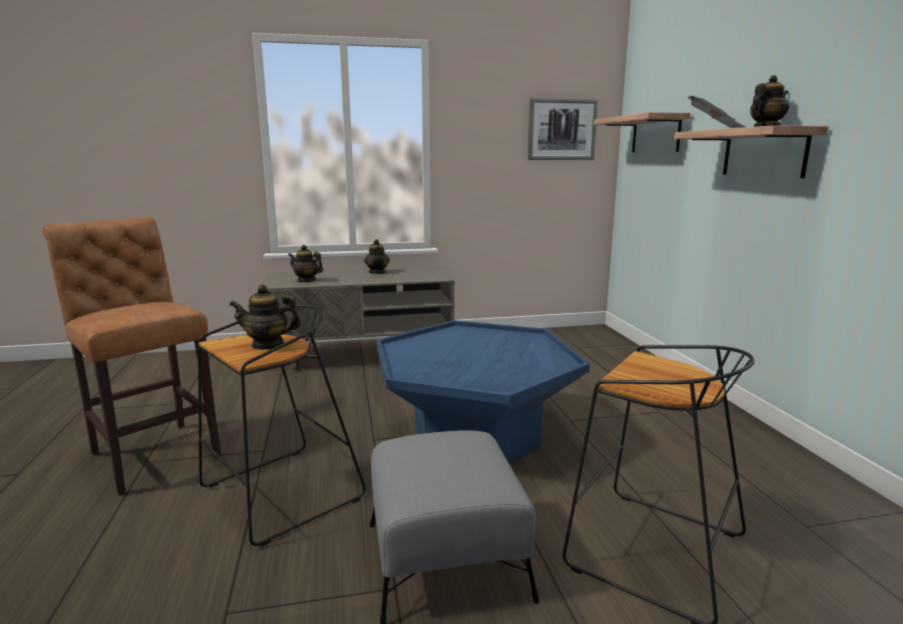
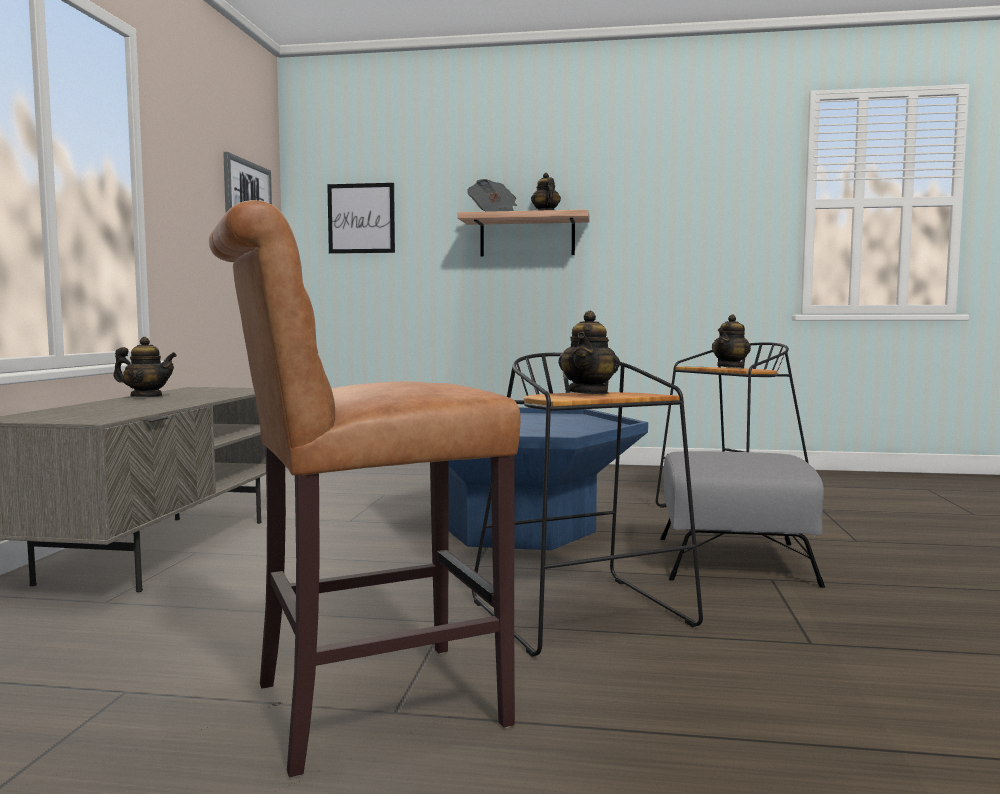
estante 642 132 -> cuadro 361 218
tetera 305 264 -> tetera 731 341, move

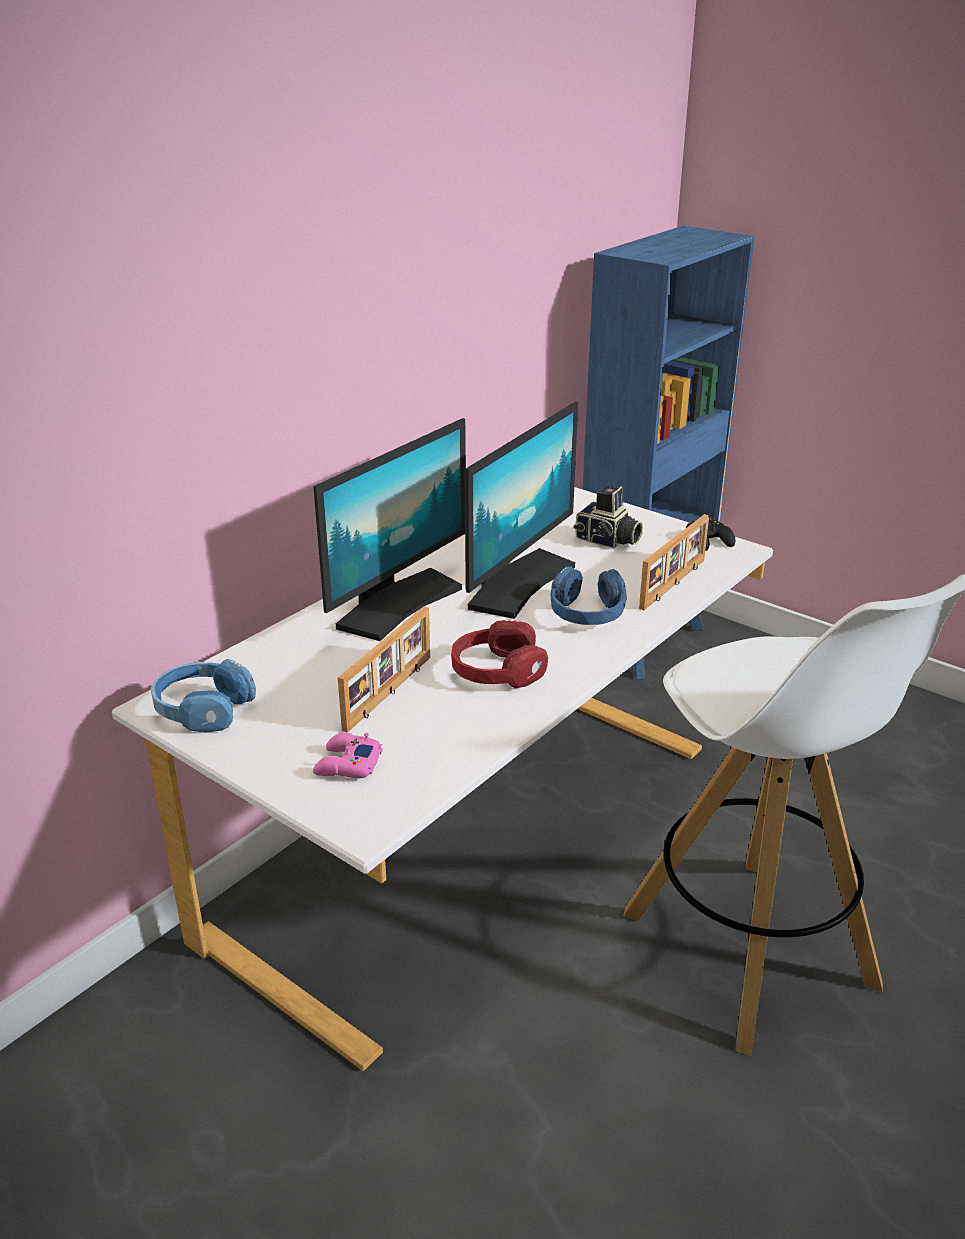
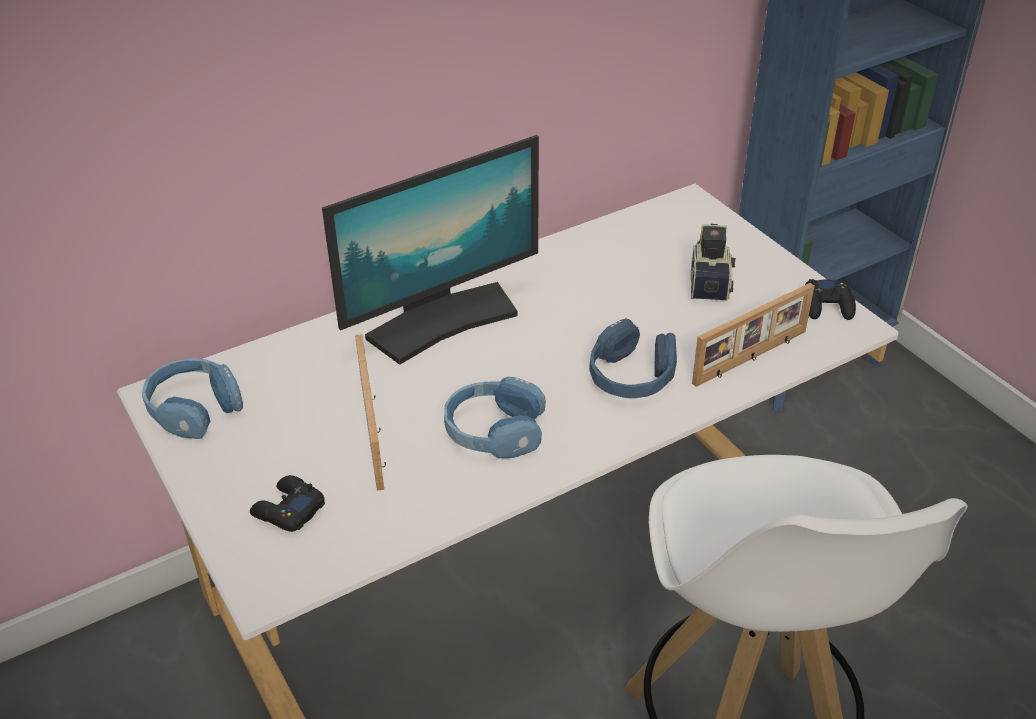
mando de consola/rosa 348 755 -> mando de consola/negro 287 503
portarretratos 384 669 -> portarretratos 370 412, 60 degrees counterclockwise
auriculares/rojo 499 654 -> auriculares/azul 495 417
cámara 608 517 -> cámara 713 262, 135 degrees counterclockwise
monitor 521 510 -> none

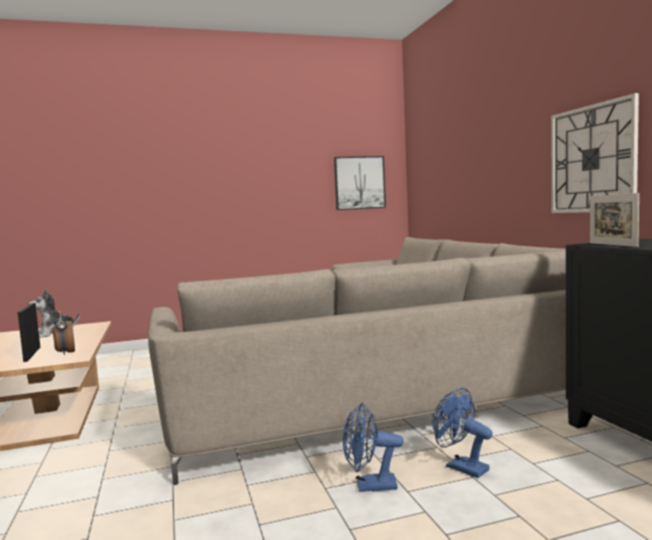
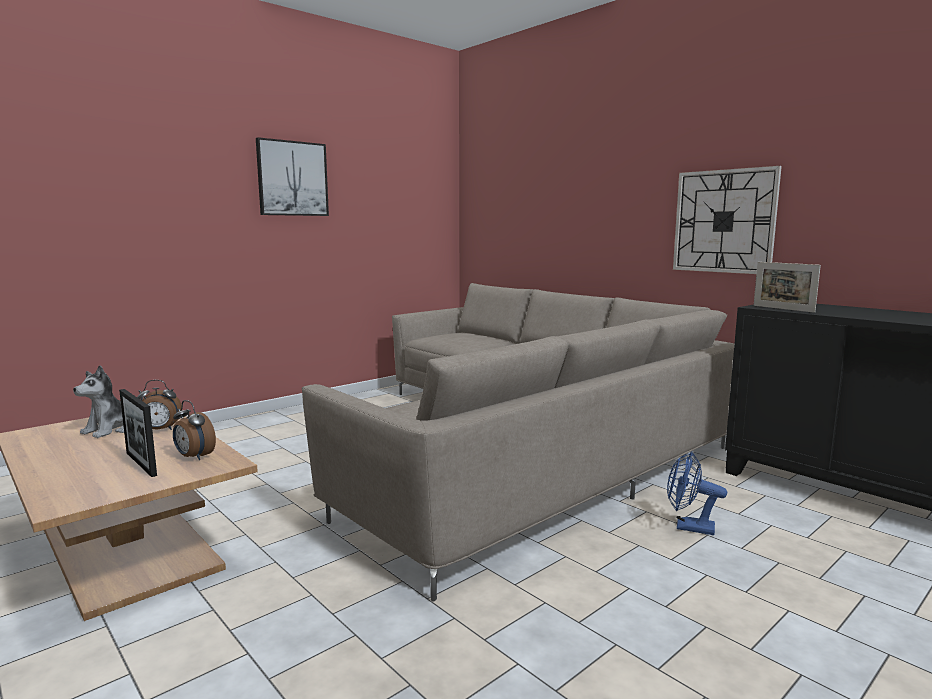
none -> despertador 159 405
cuadro 360 183 -> cuadro 292 176, move
ventilador/azul 373 447 -> none

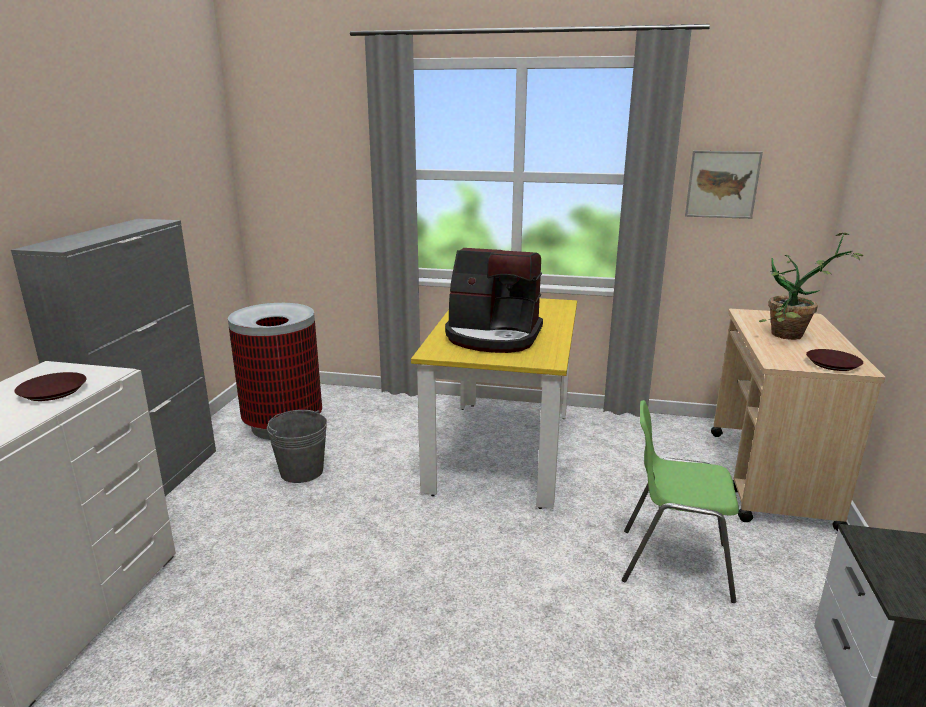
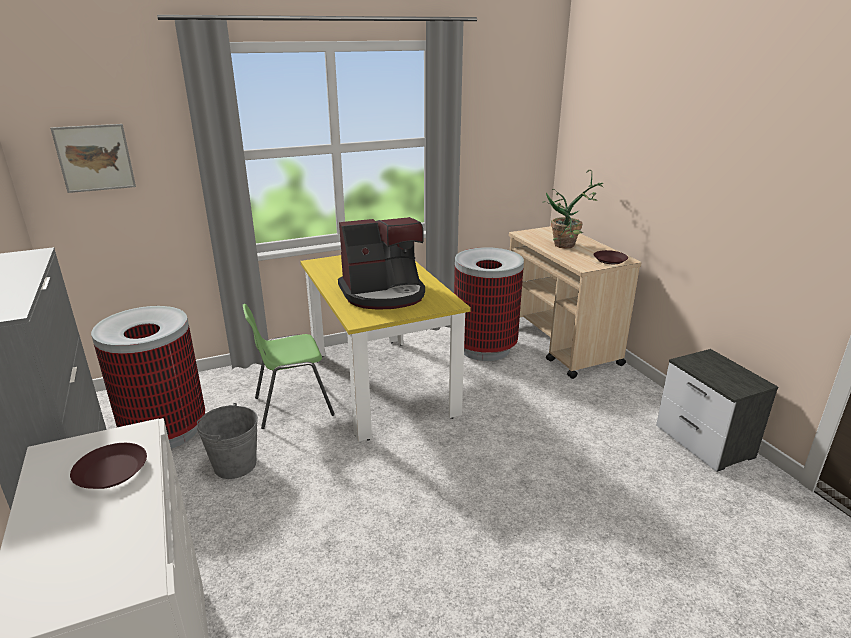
cuadro 724 185 -> cuadro 93 158, move
silla/verde 680 501 -> silla/verde 289 366, move
none -> papelera 489 304

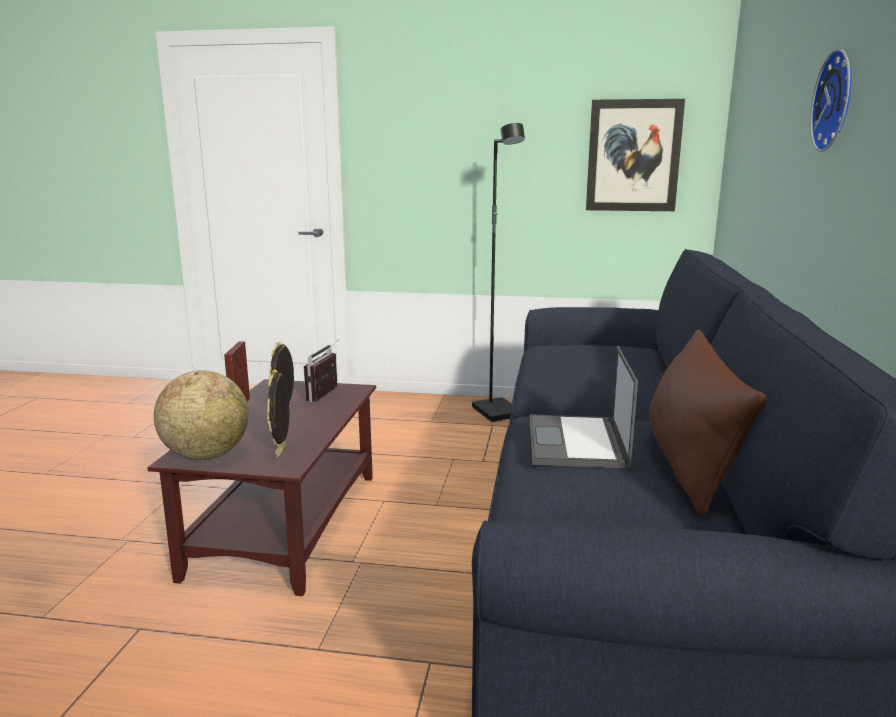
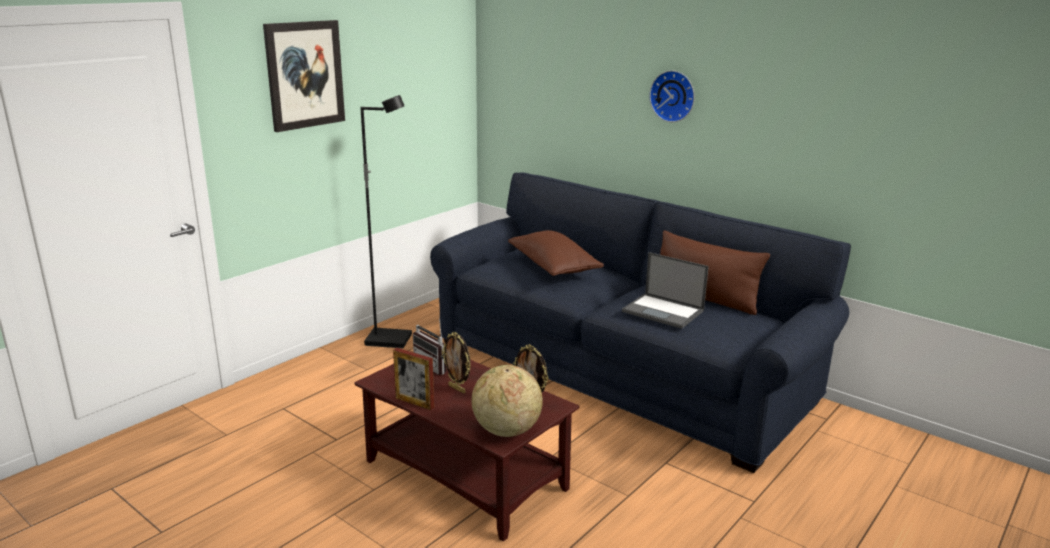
cuadro 635 155 -> cuadro 304 76, move
none -> cojín/marrón 556 253

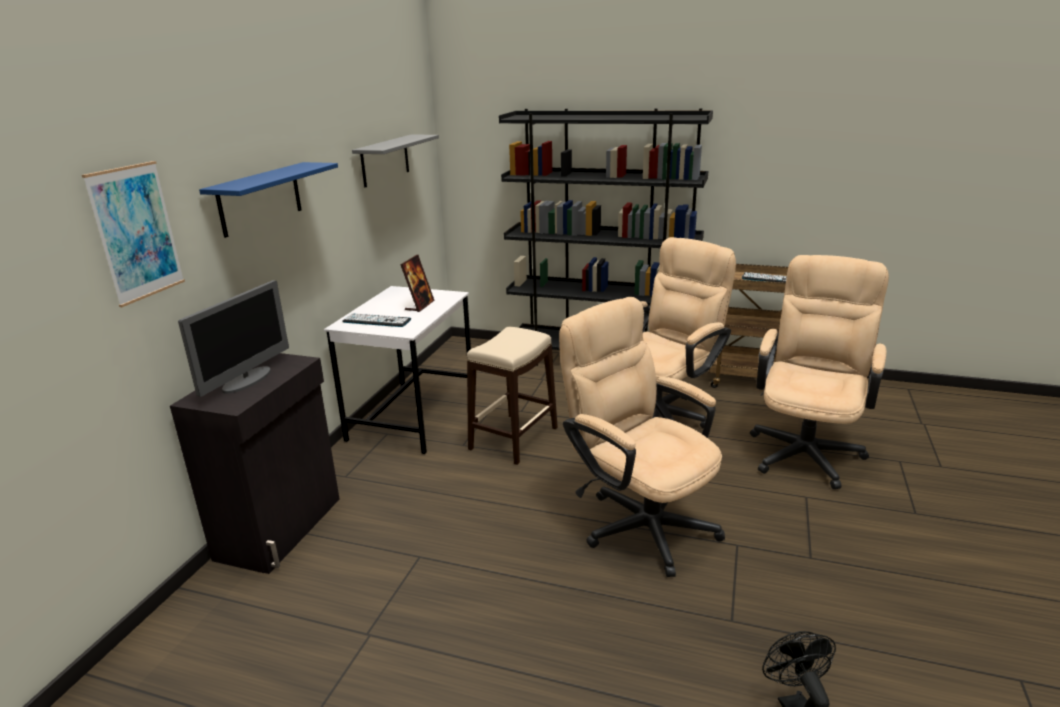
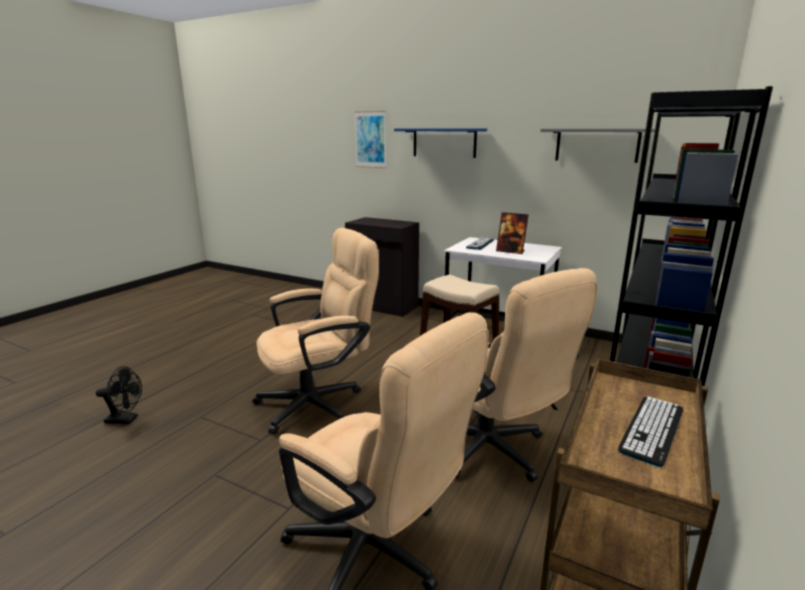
monitor 233 338 -> none

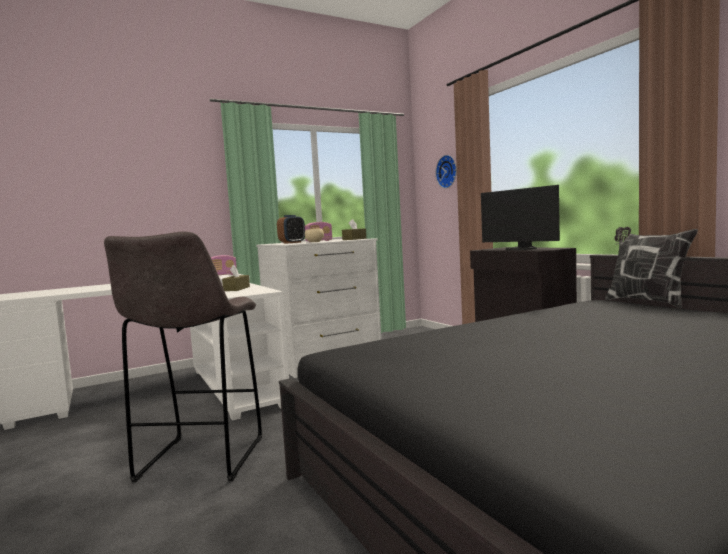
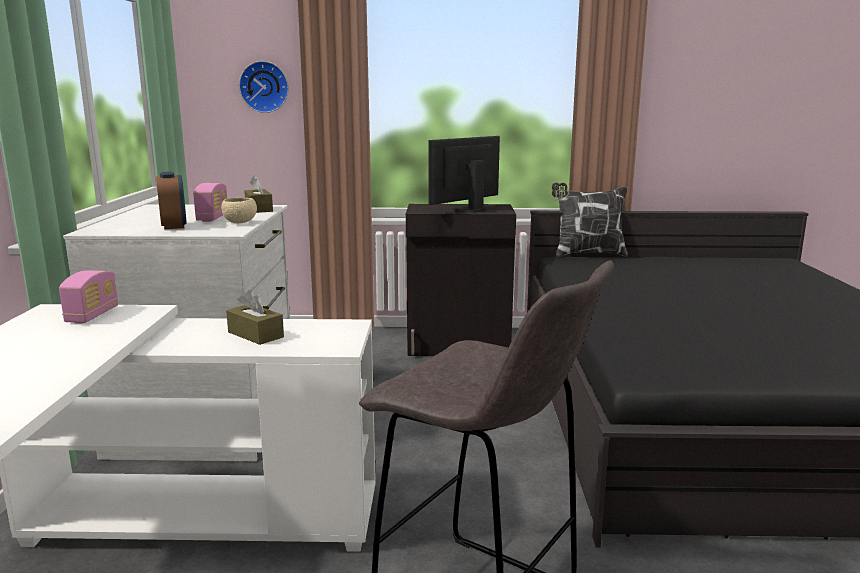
monitor 520 217 -> monitor 464 174, 150 degrees clockwise

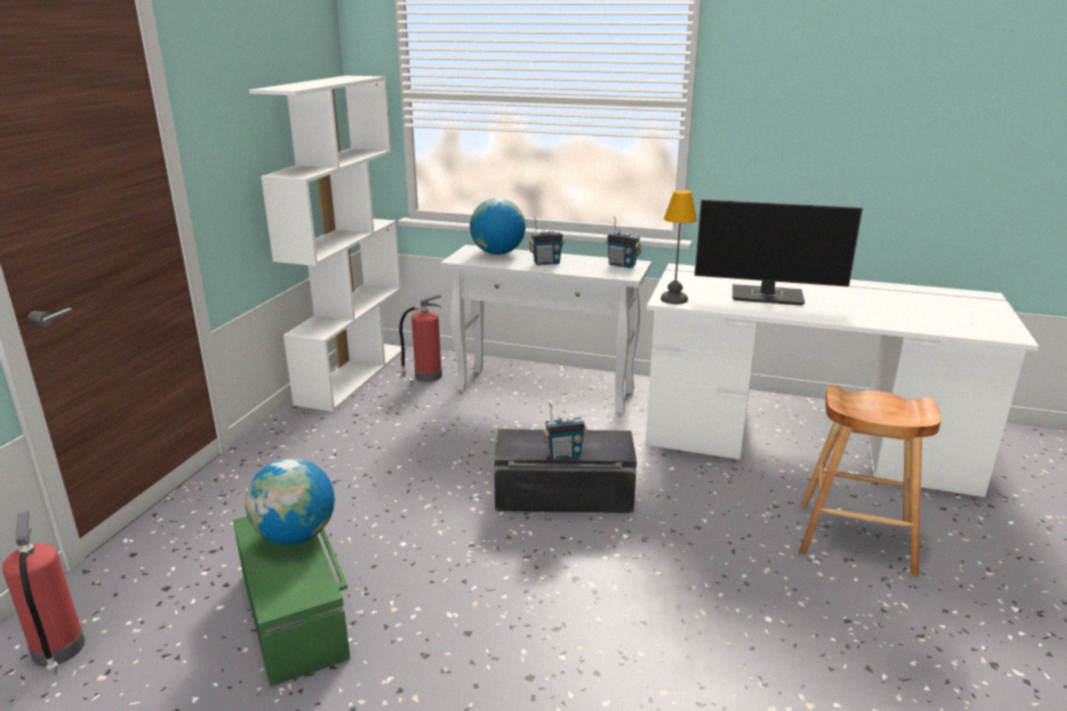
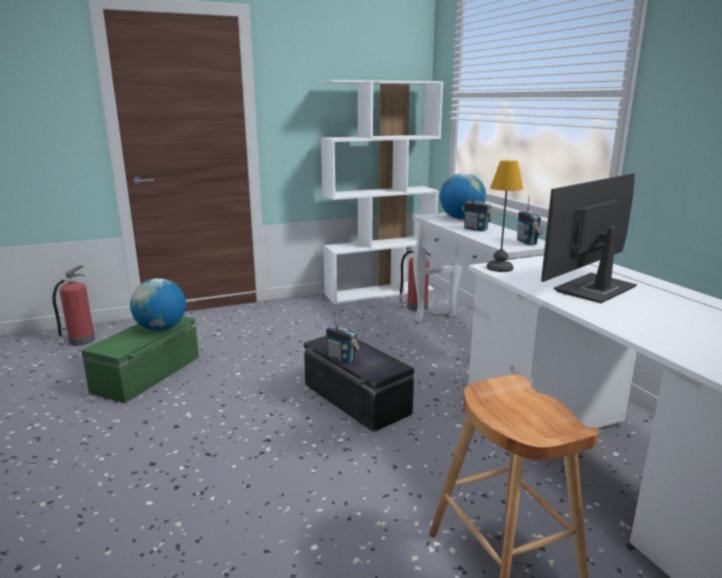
monitor 778 252 -> monitor 589 238, 75 degrees clockwise

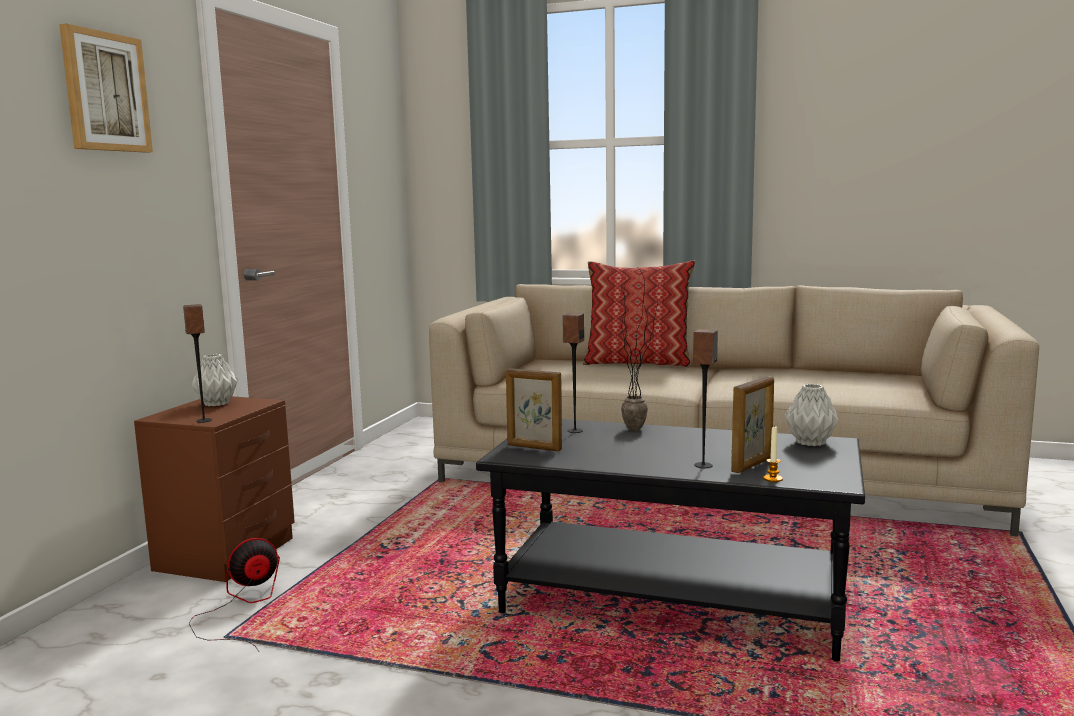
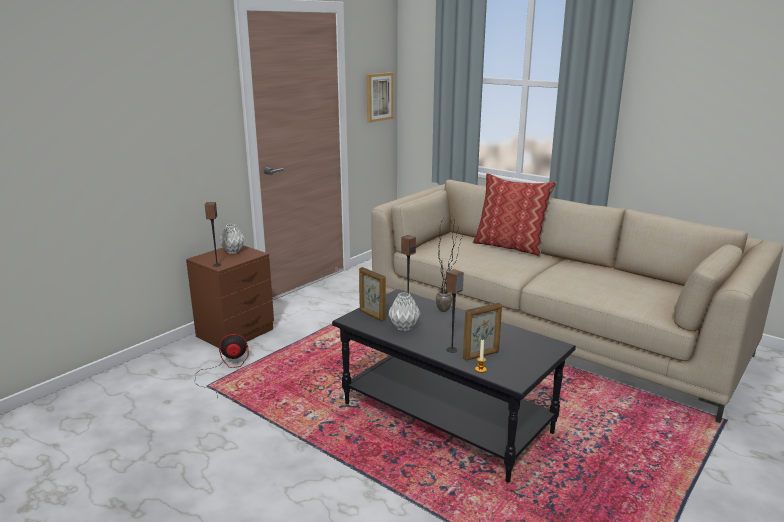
cuadro 106 88 -> cuadro 380 97, move
florero/gris 812 415 -> florero/gris 404 311, move

